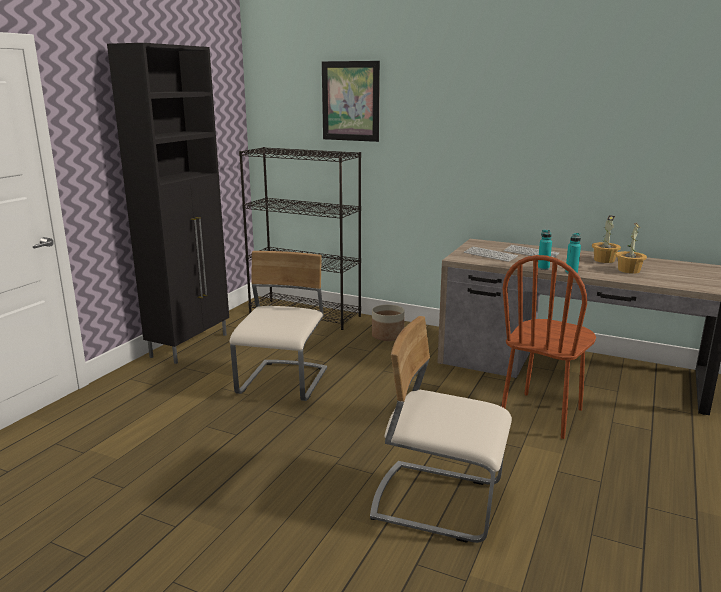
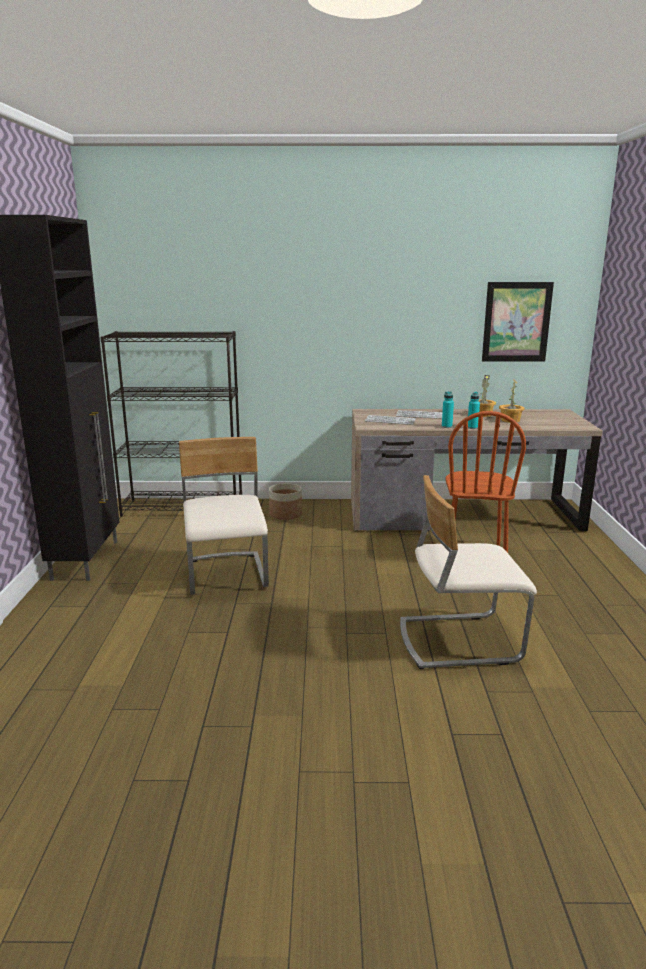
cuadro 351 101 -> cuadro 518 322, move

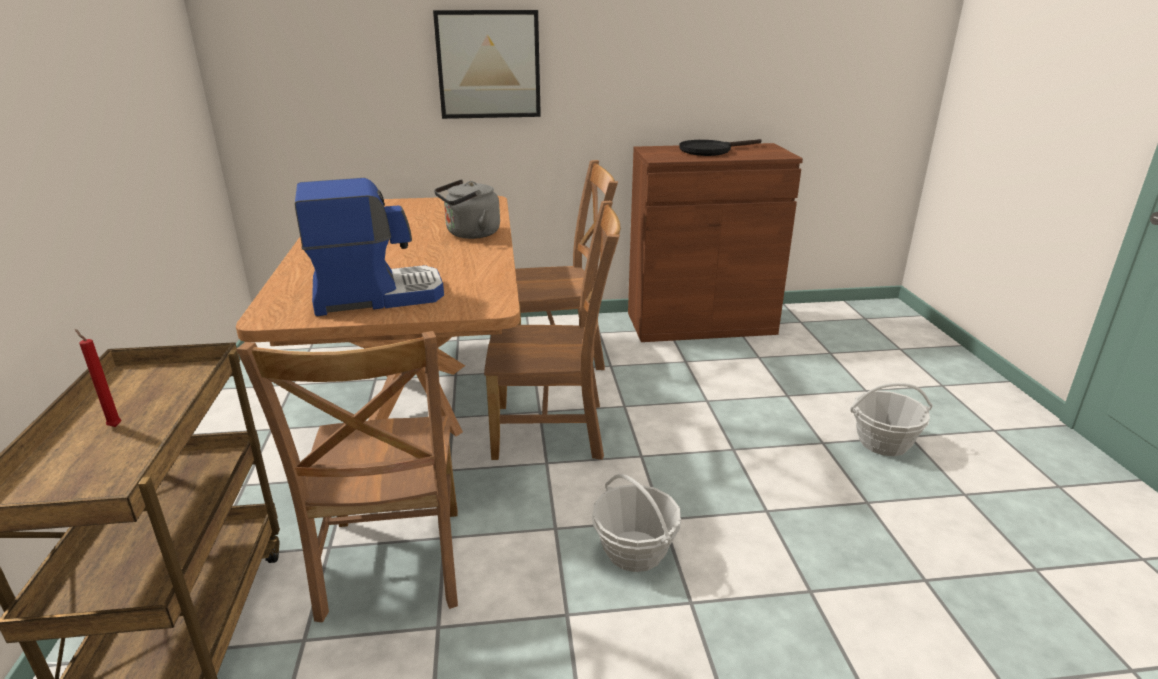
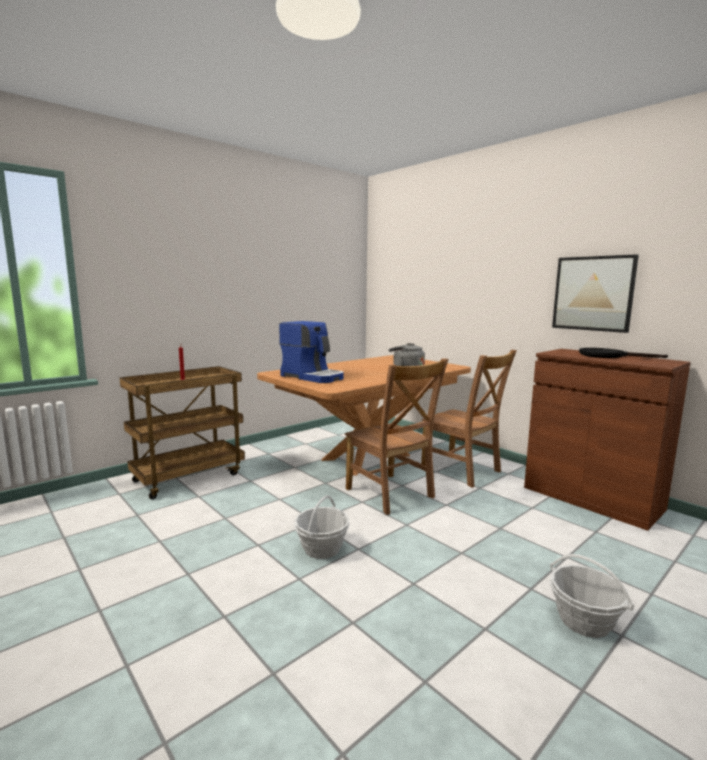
cuadro 487 64 -> cuadro 595 293, move
silla/marrón 347 476 -> none

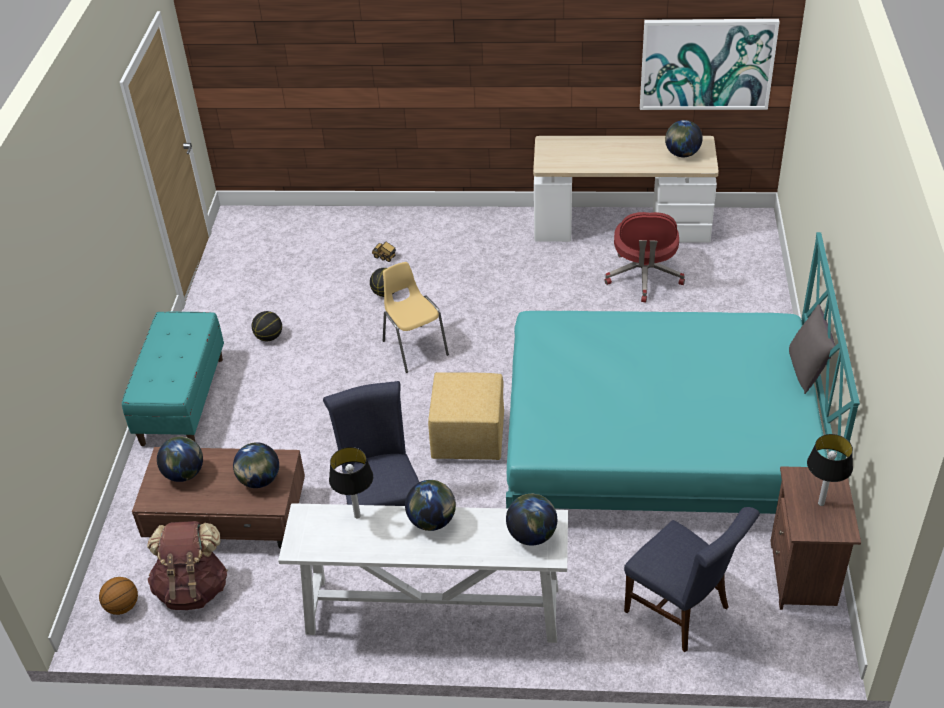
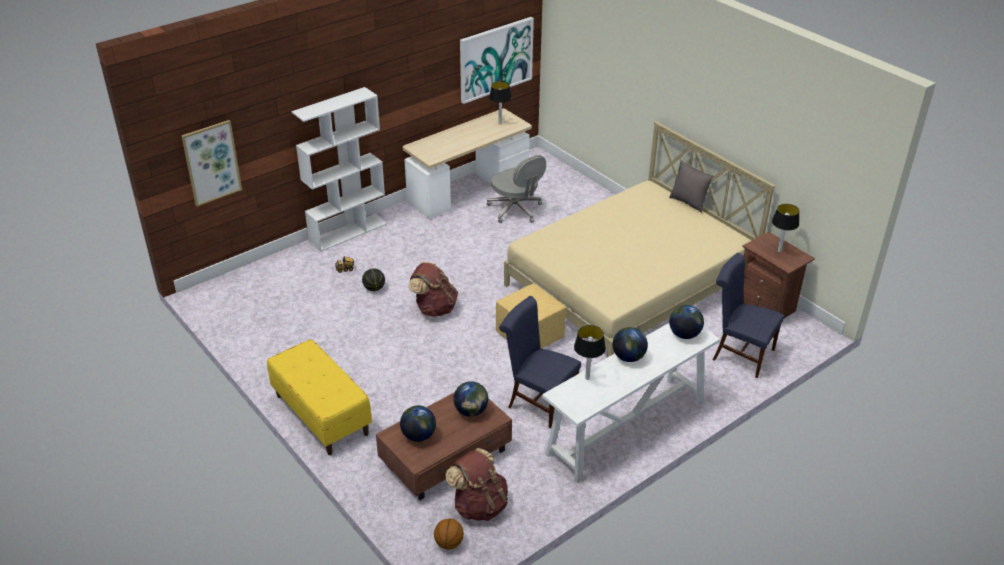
none -> cuadro 211 163
banco/turquesa 173 379 -> banco/amarillo 319 397
none -> estantería/blanco 339 169
silla/amarillo 416 317 -> mochila/marrón 433 289
silla de oficina/rojo 645 257 -> silla de oficina/gris 516 189
globo terráqueo 684 138 -> lámpara de mesa 500 102
cama/turquesa 683 373 -> cama/beis 639 239
silla/azul 692 579 -> silla/azul 749 315, 150 degrees counterclockwise
balón de baloncesto 267 326 -> none

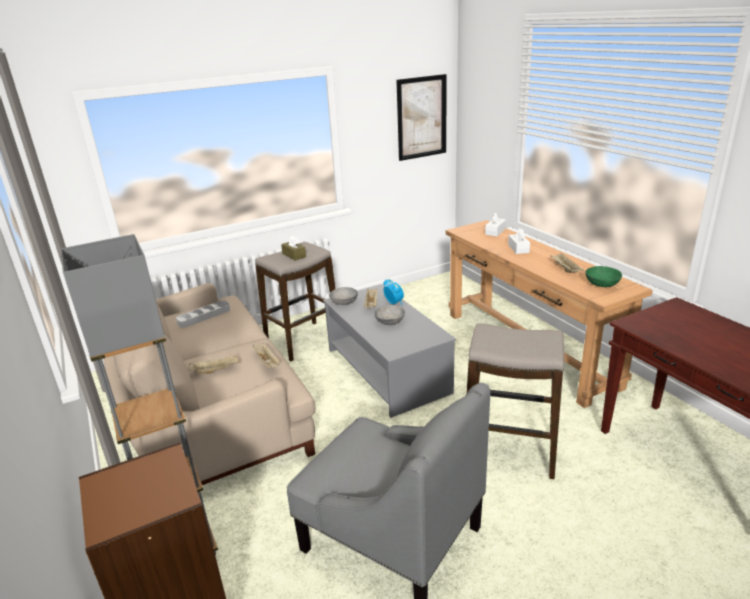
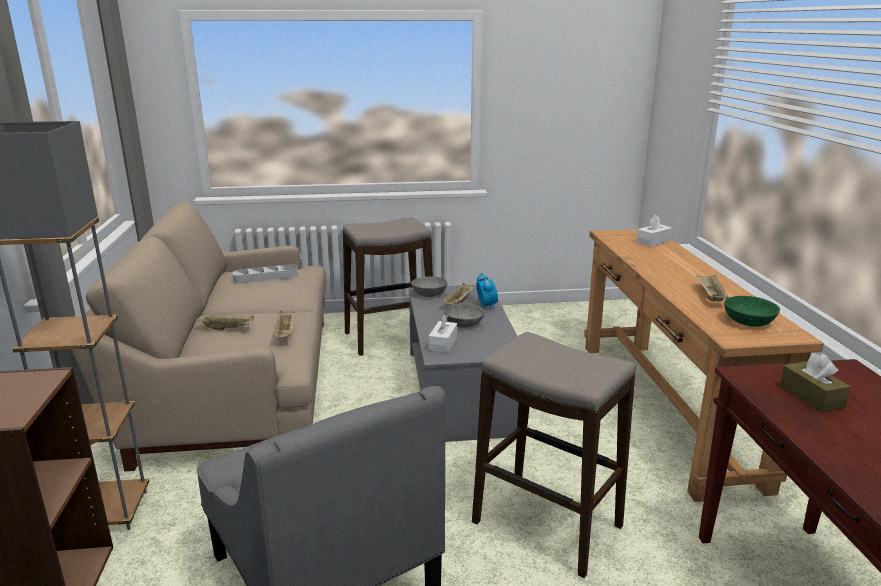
caja de pañuelos/blanco 519 241 -> caja de pañuelos/blanco 443 333, move
caja de pañuelos/marrón 293 248 -> caja de pañuelos/marrón 815 383, move
cuadro 421 117 -> none

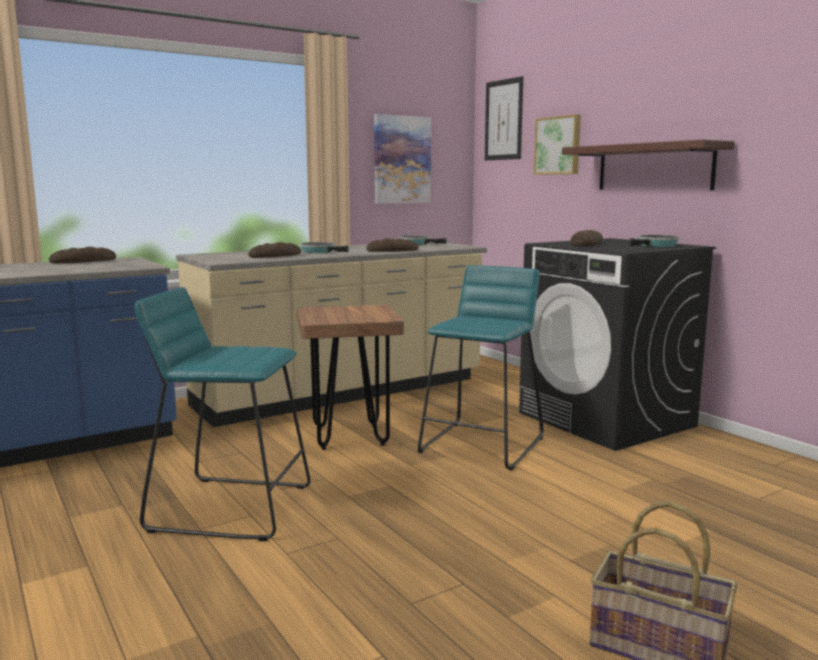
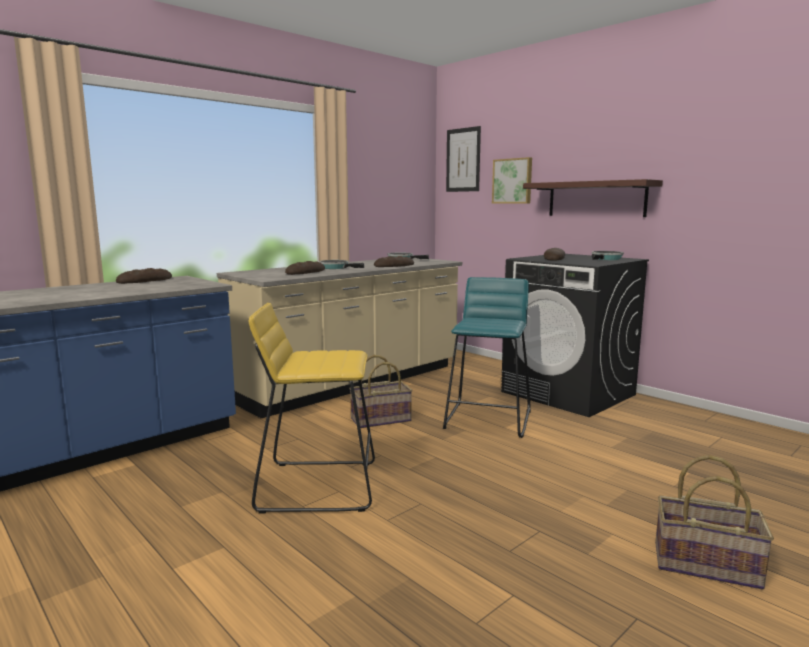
taburete/turquesa 222 414 -> taburete/amarillo 312 408
taburete/marrón 350 377 -> cesta 381 391
cuadro 402 159 -> none

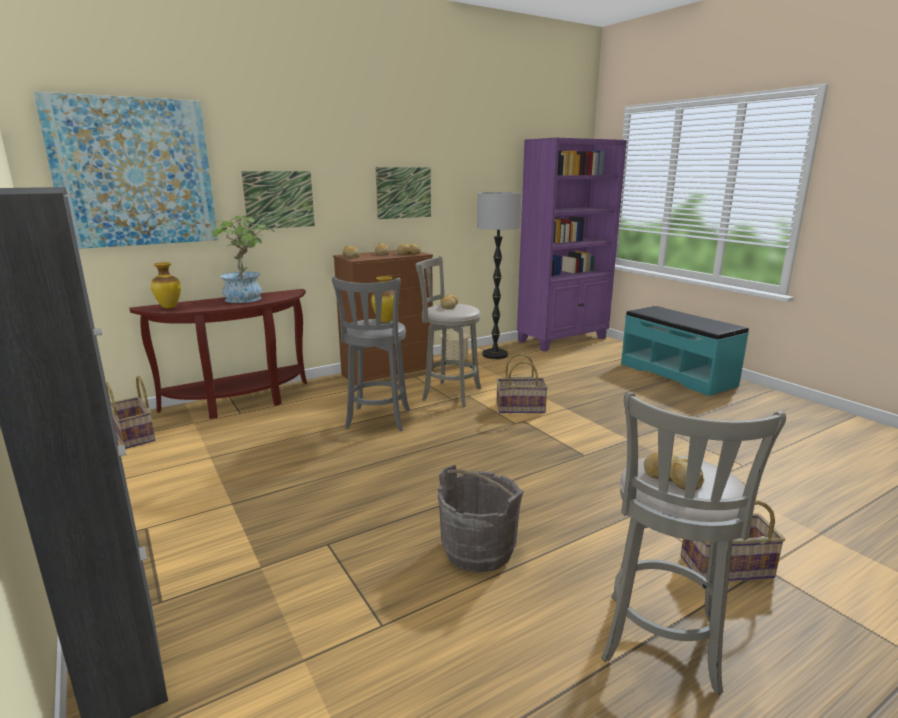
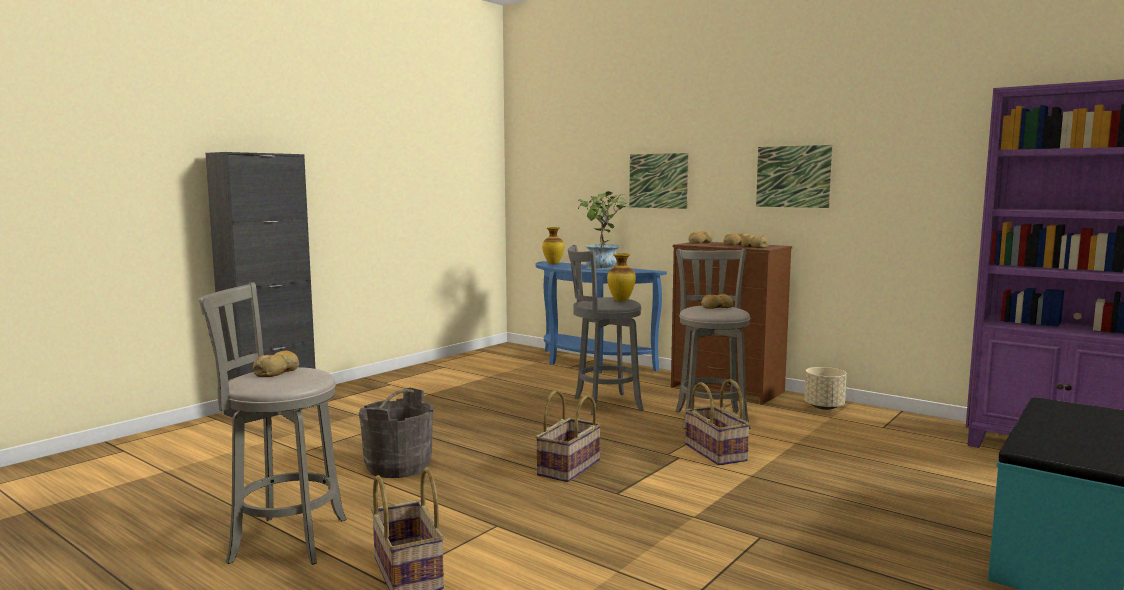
cesta 130 412 -> cesta 568 436, move
mesa consola/marrón 218 354 -> mesa consola/azul 601 317
cuadro 125 170 -> none
lámpara de pie 499 275 -> none

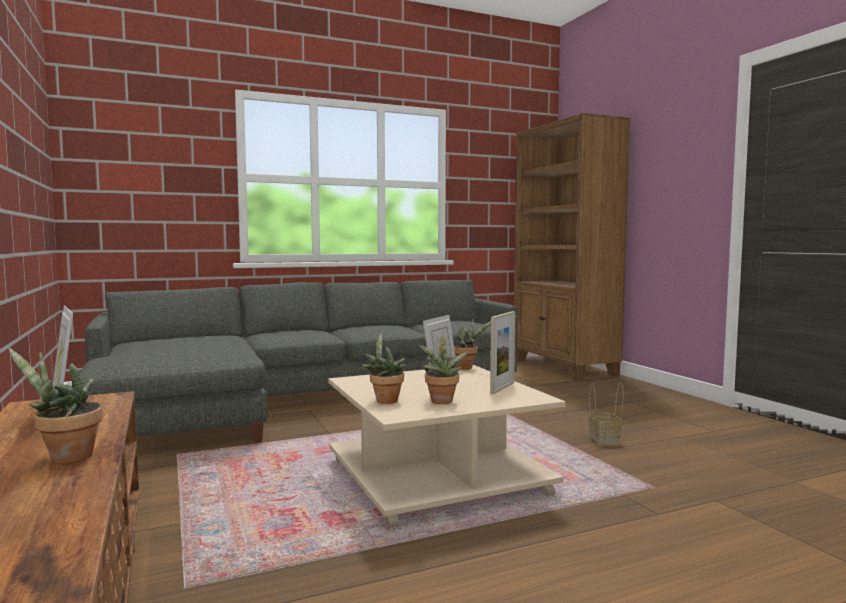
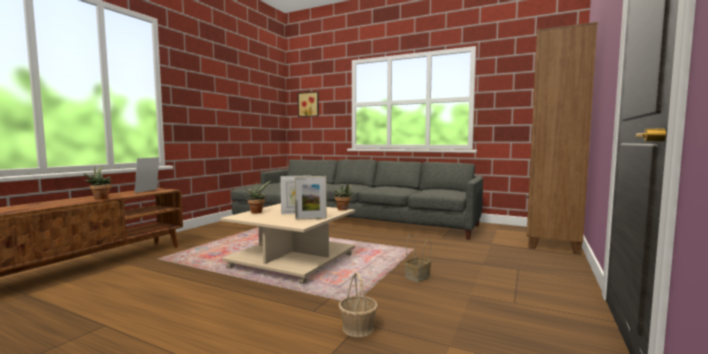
none -> cuadro 308 104
none -> cesta 358 304
planta en maceta 444 372 -> none

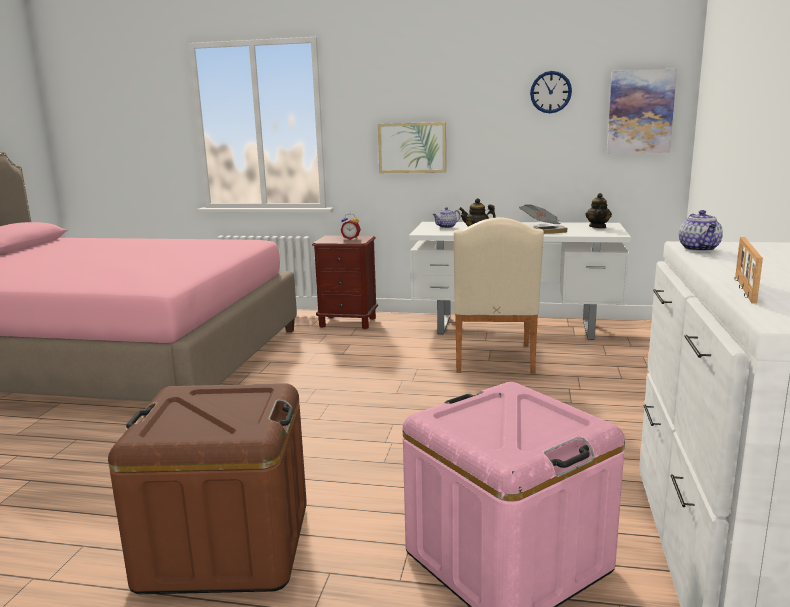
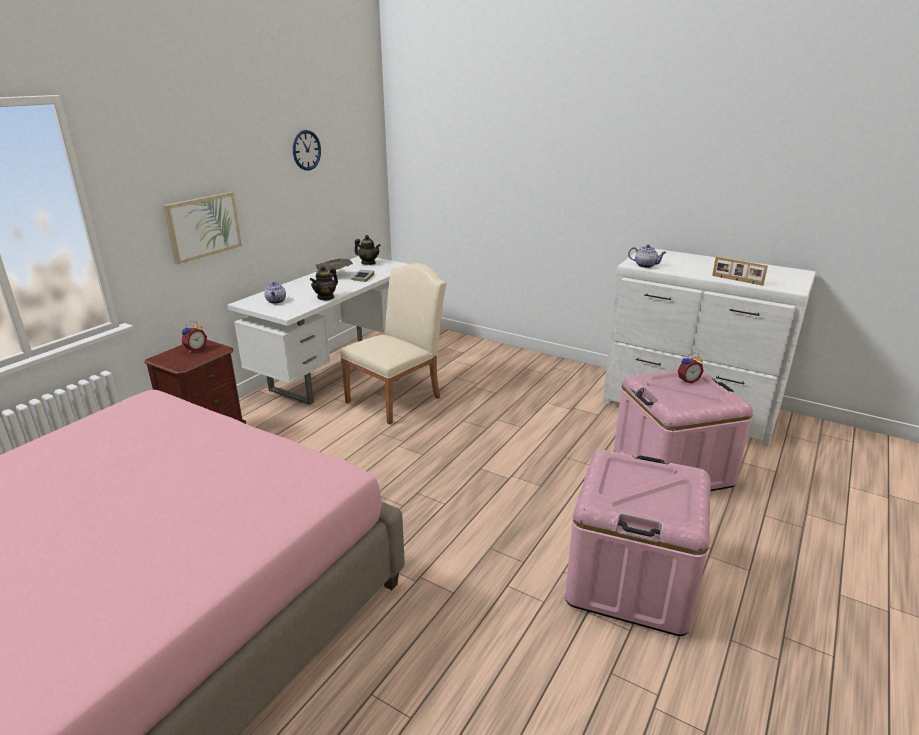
silla/beis 499 295 -> silla/beis 393 343, 75 degrees counterclockwise
caja de almacenaje/marrón 207 488 -> caja de almacenaje/rosa 638 543
none -> despertador 691 368
cuadro 642 111 -> none

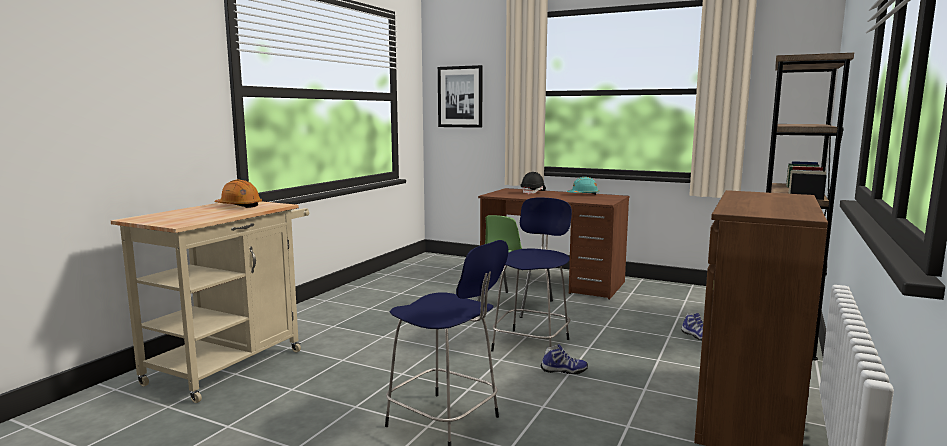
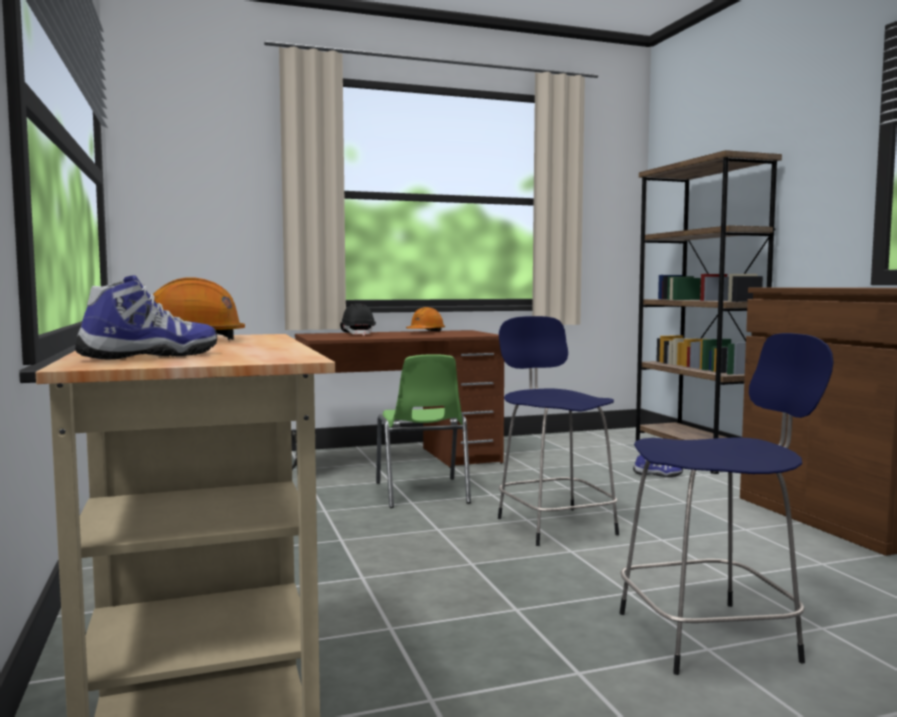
zapato 564 359 -> zapato 146 317, move
casco/turquesa 583 186 -> casco/naranja 425 319
cuadro 460 96 -> none

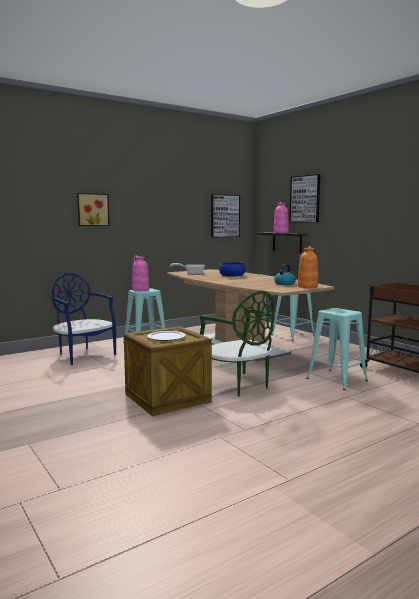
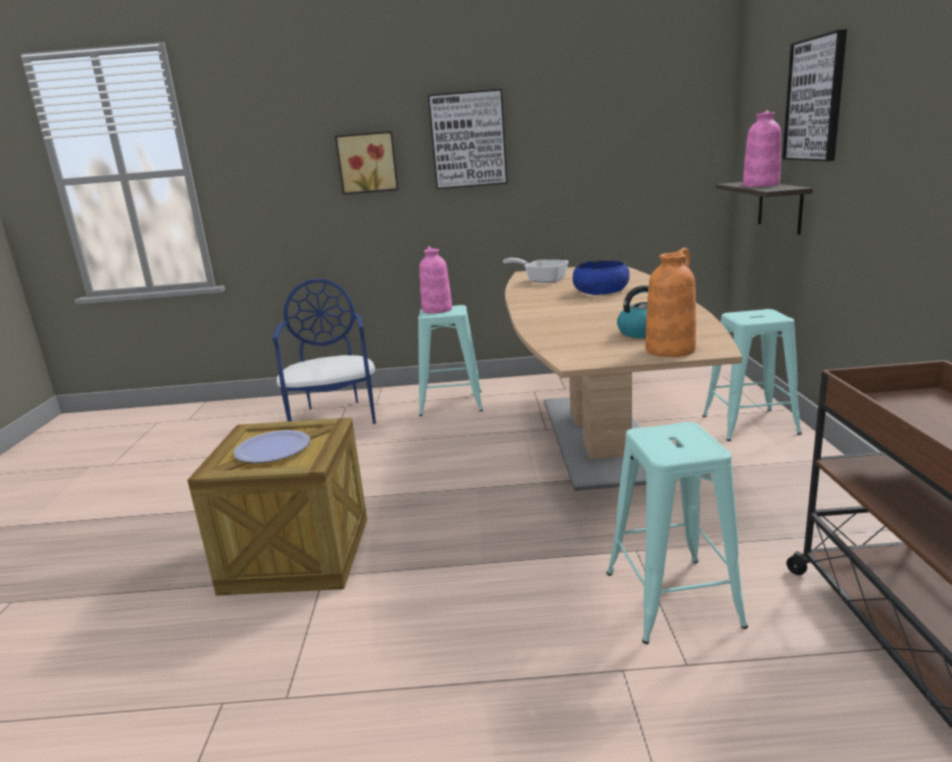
cuadro 225 216 -> cuadro 467 139, move
silla/verde 237 344 -> none

